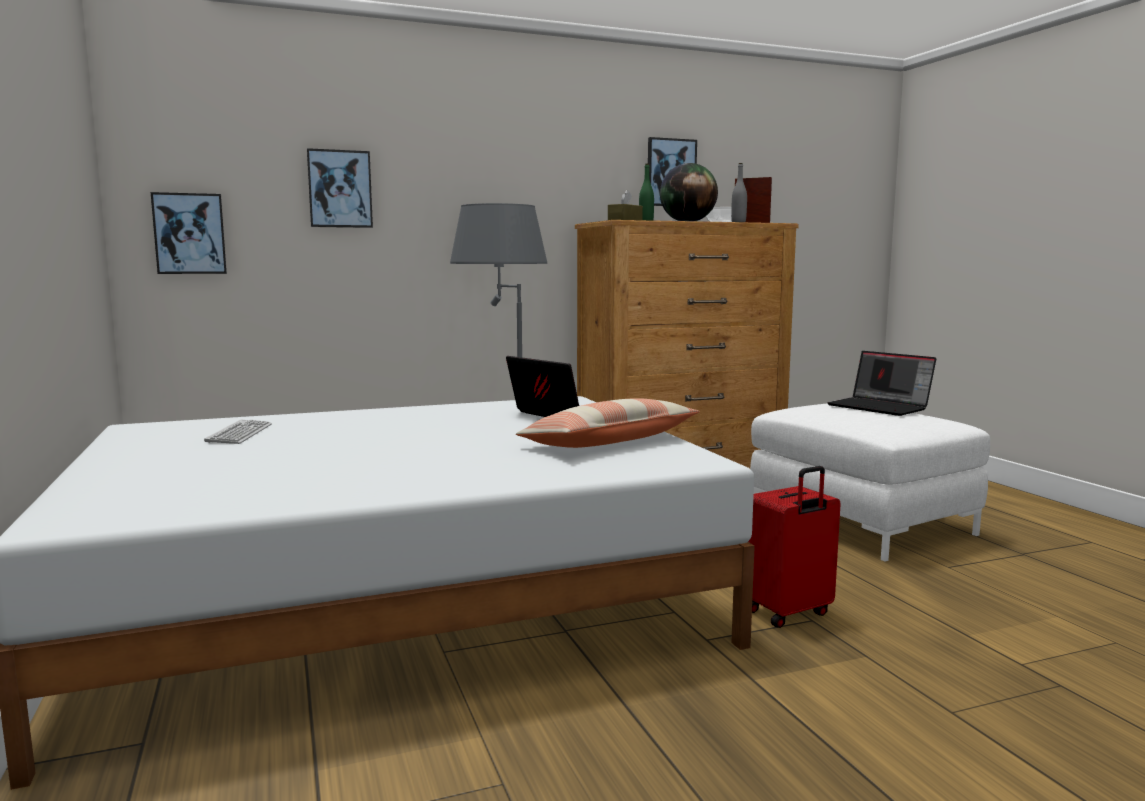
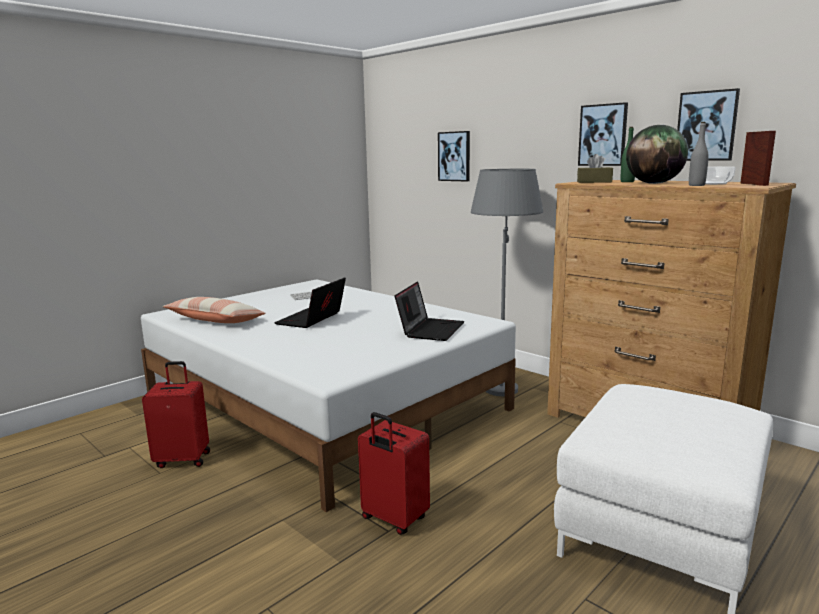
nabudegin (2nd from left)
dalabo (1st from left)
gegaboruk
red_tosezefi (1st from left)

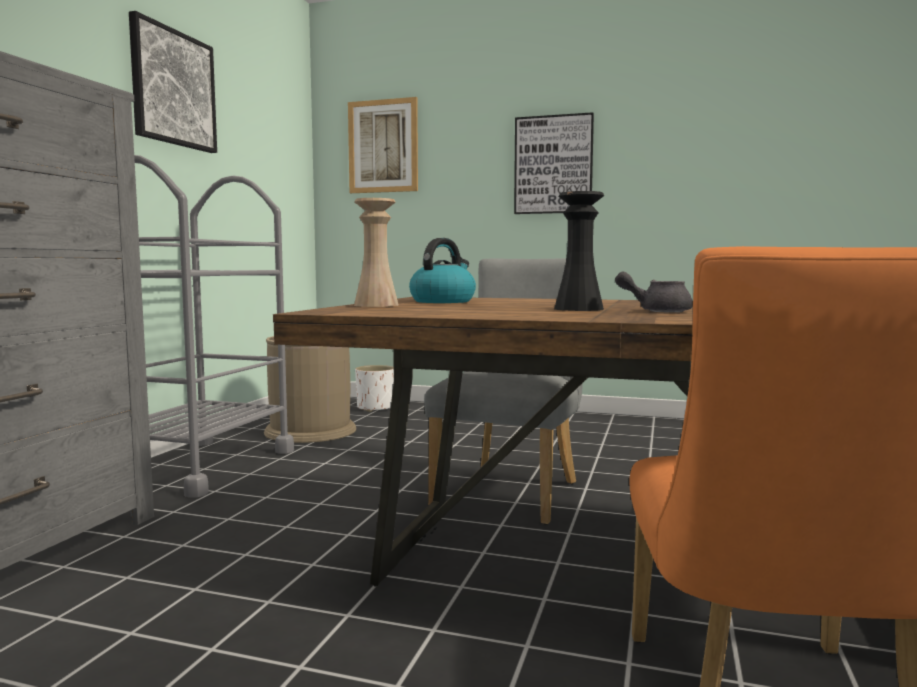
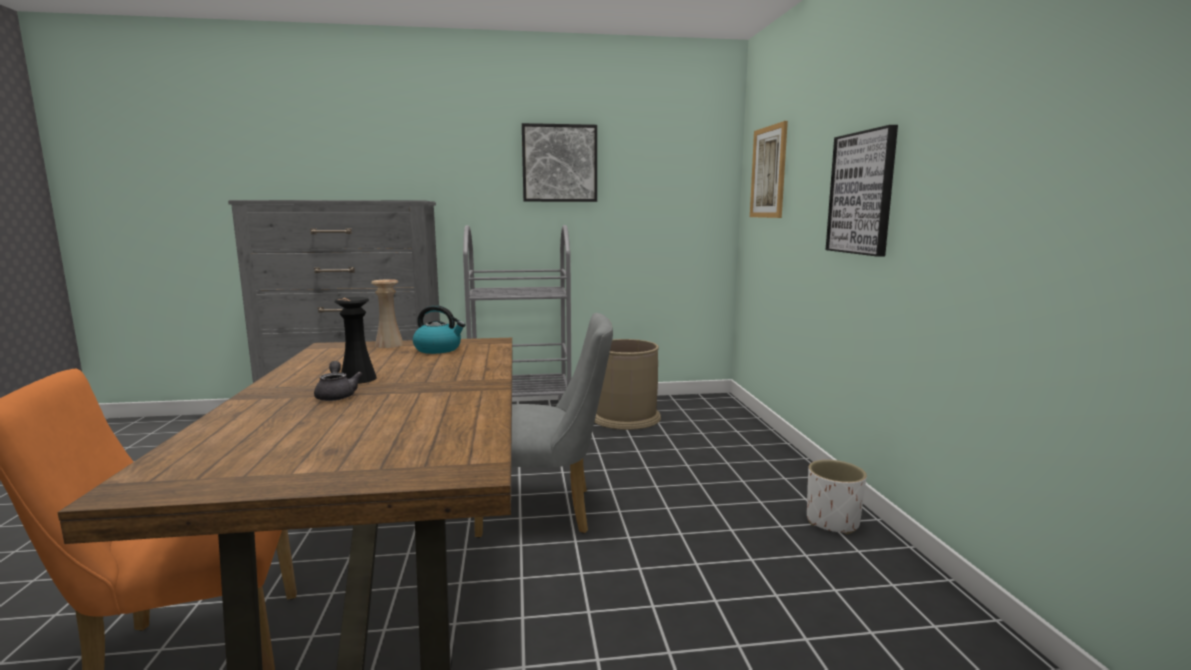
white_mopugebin

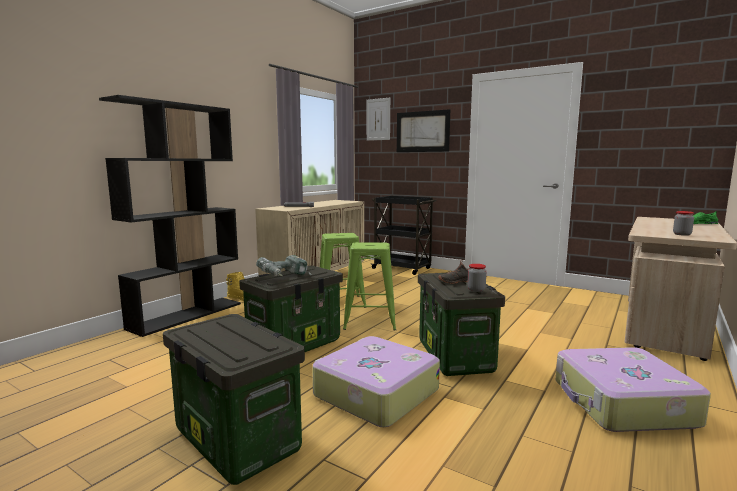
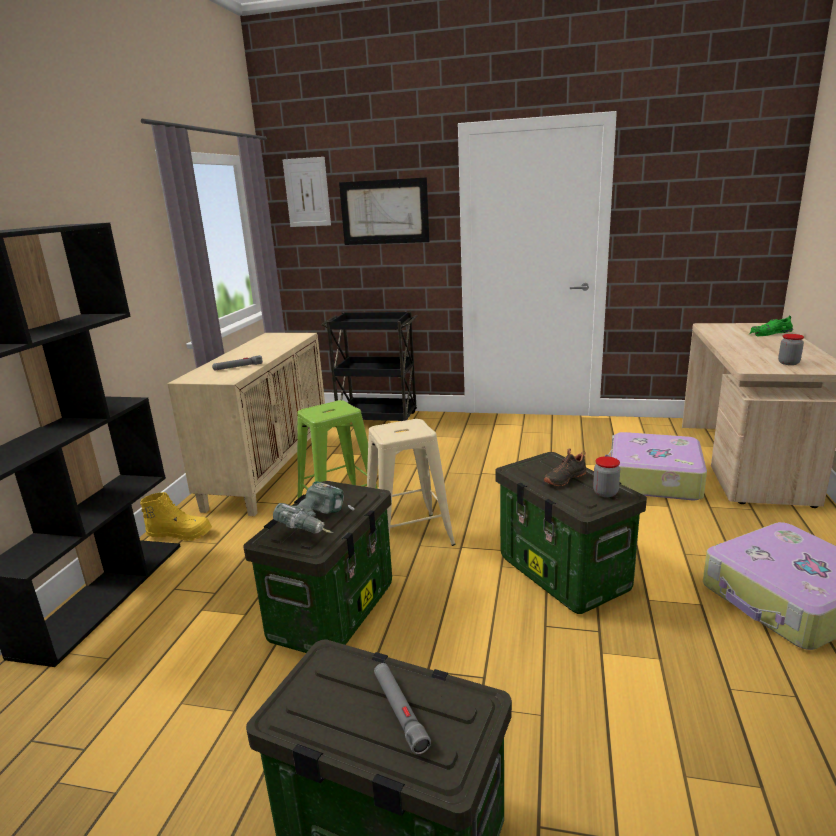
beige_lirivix
tosezefi (1st from left)
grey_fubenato (2nd from left)

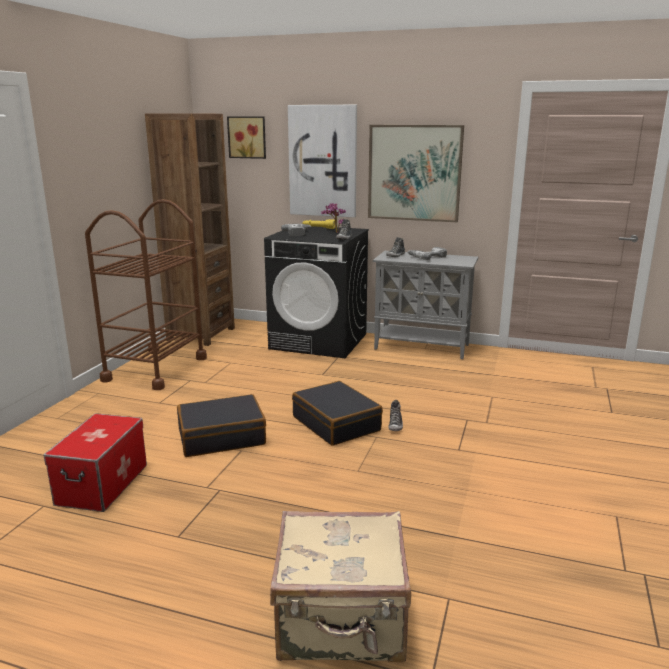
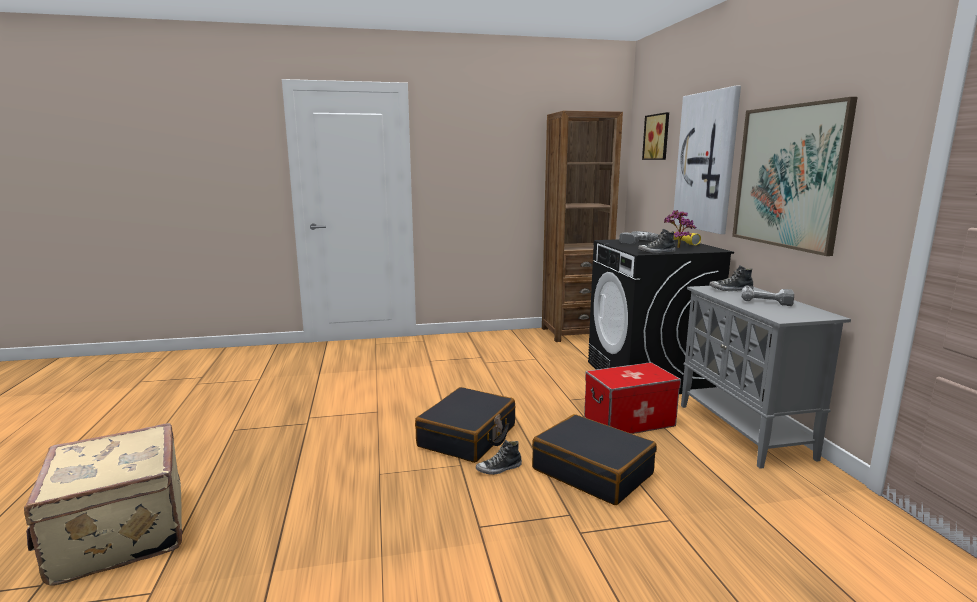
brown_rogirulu
black_tosezefi (2nd from left)
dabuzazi

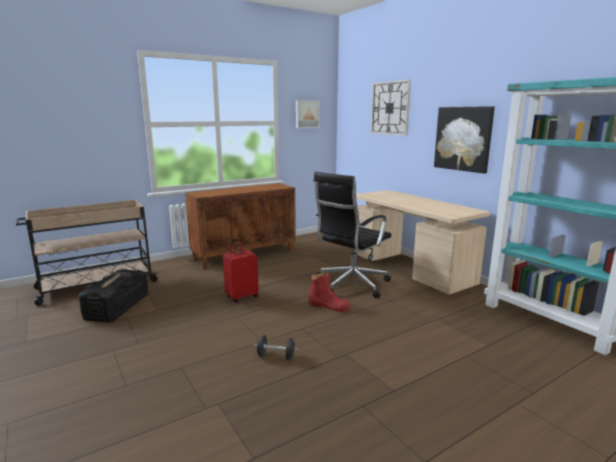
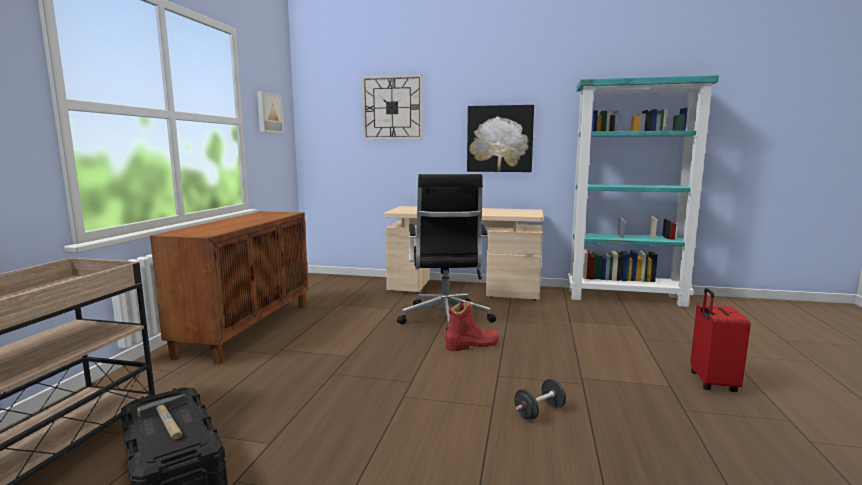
red_tosezefi

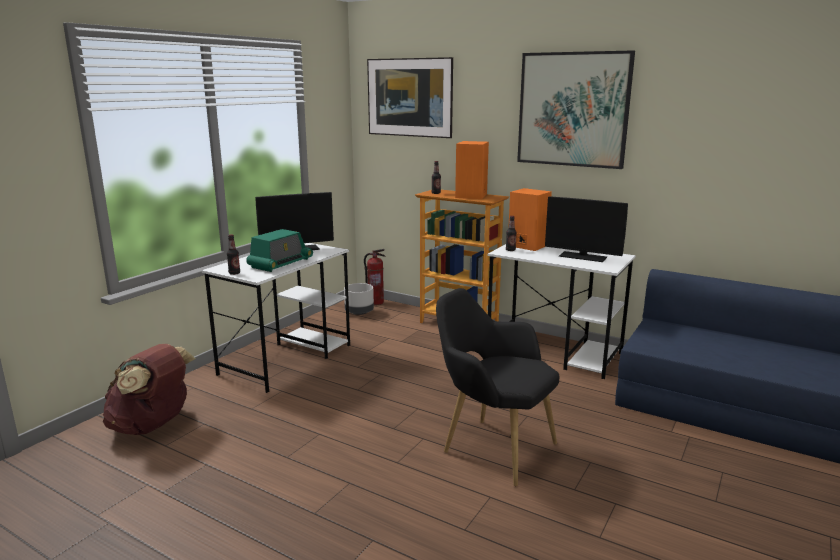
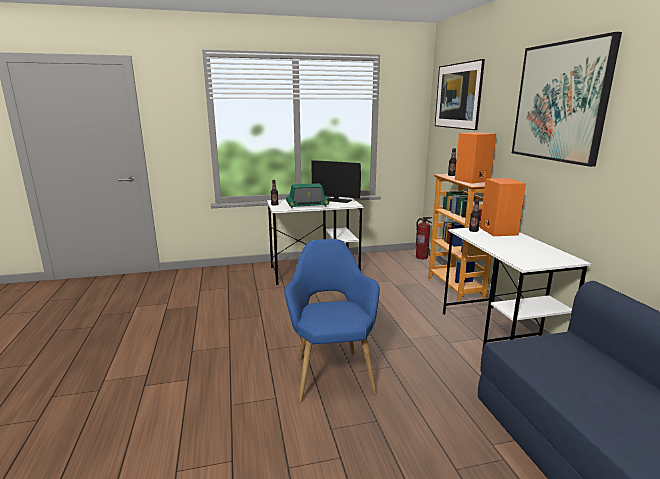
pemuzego (2nd from left in the first image)
grey_mopugebin
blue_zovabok
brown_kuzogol

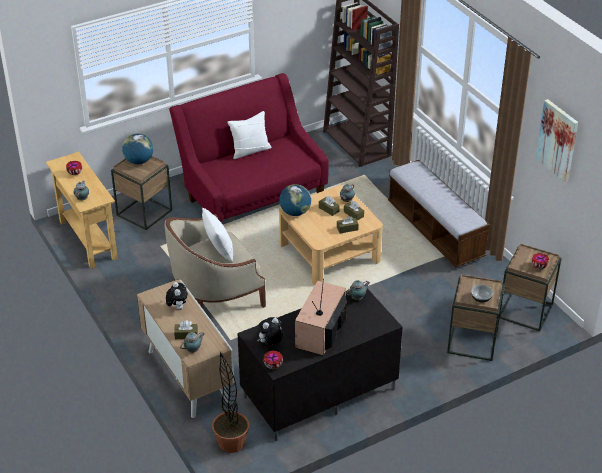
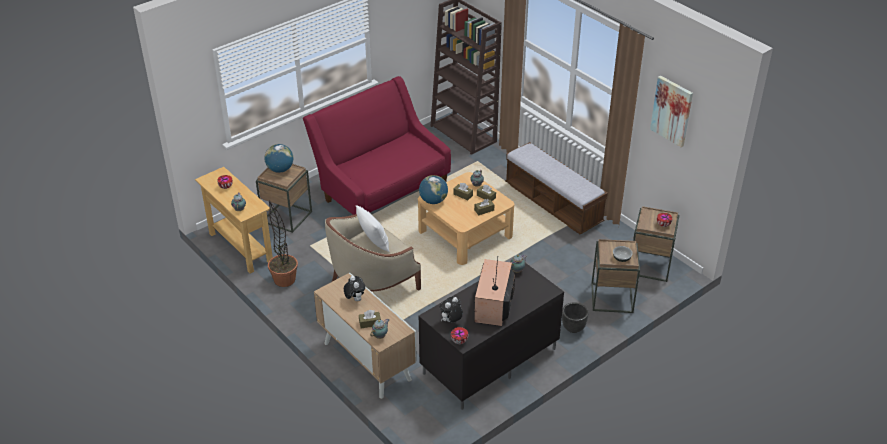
white_gegaboruk (2nd from left in the first image)
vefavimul
black_mopugebin

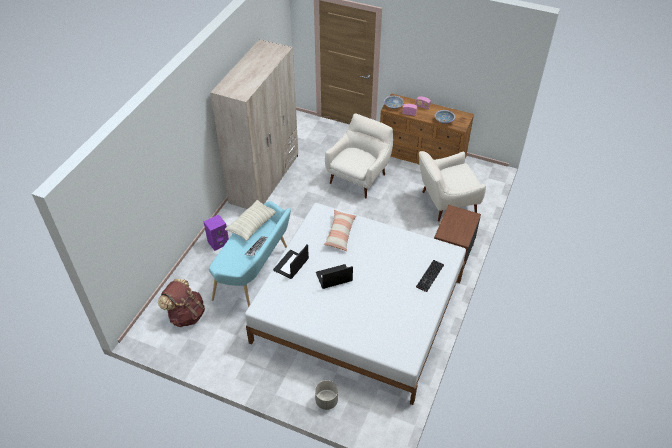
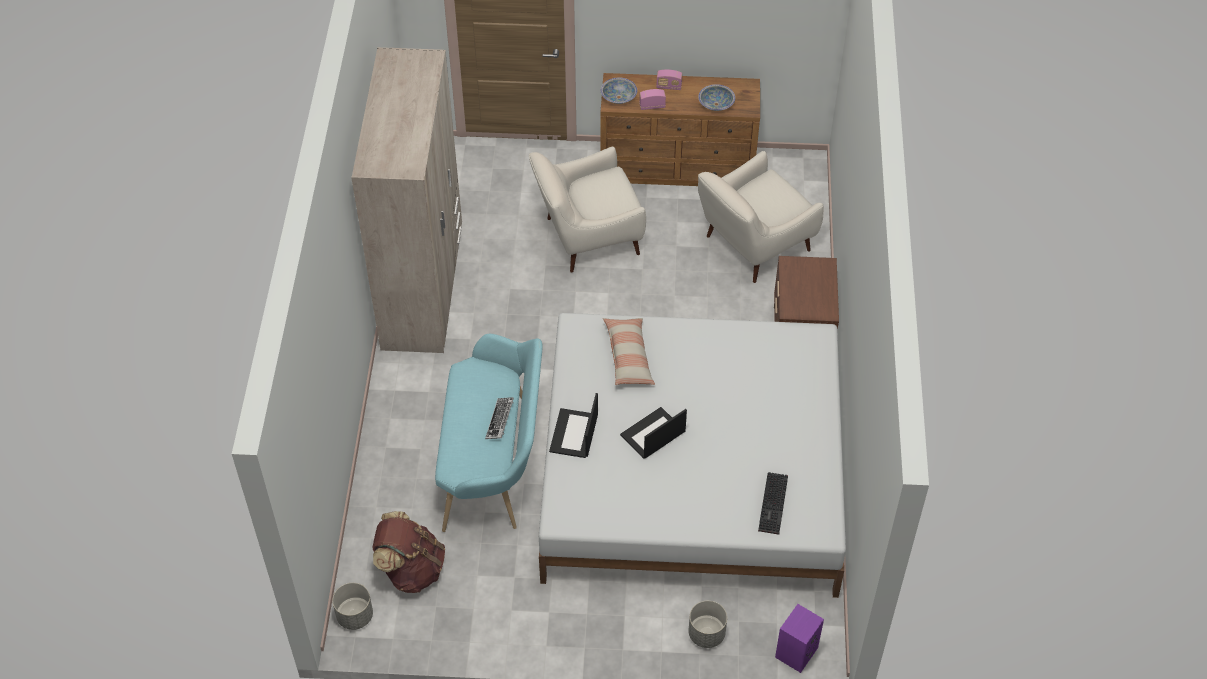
white_zovabok (1st from left)
gegaboruk (1st from left in the first image)
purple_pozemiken
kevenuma (2nd from left)
grey_mopugebin (1st from left)

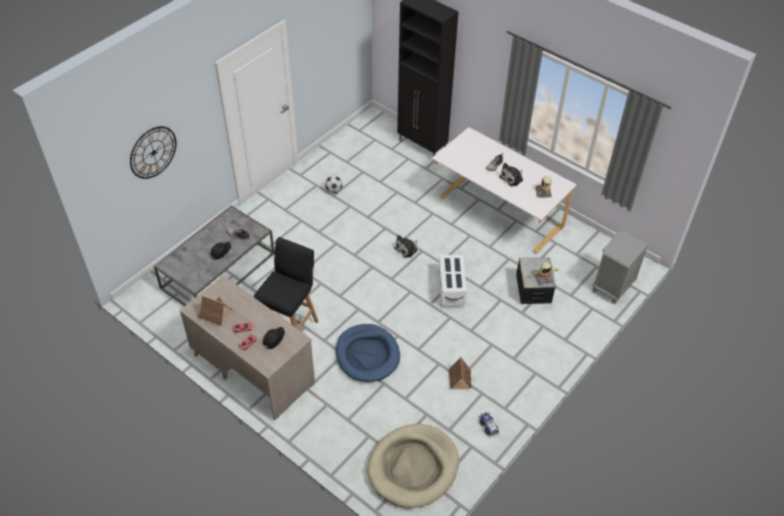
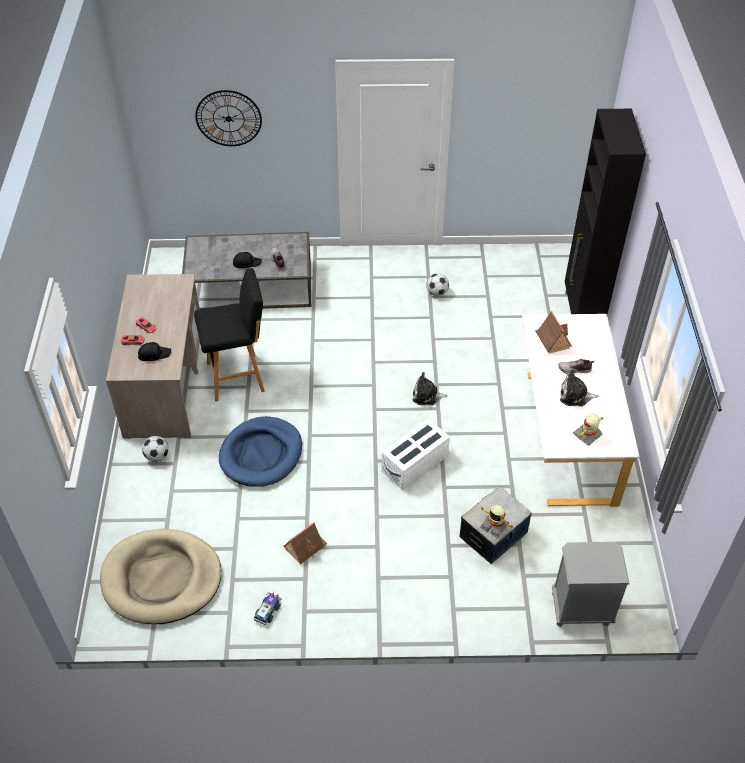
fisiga (2nd from left)
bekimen (1st from left)

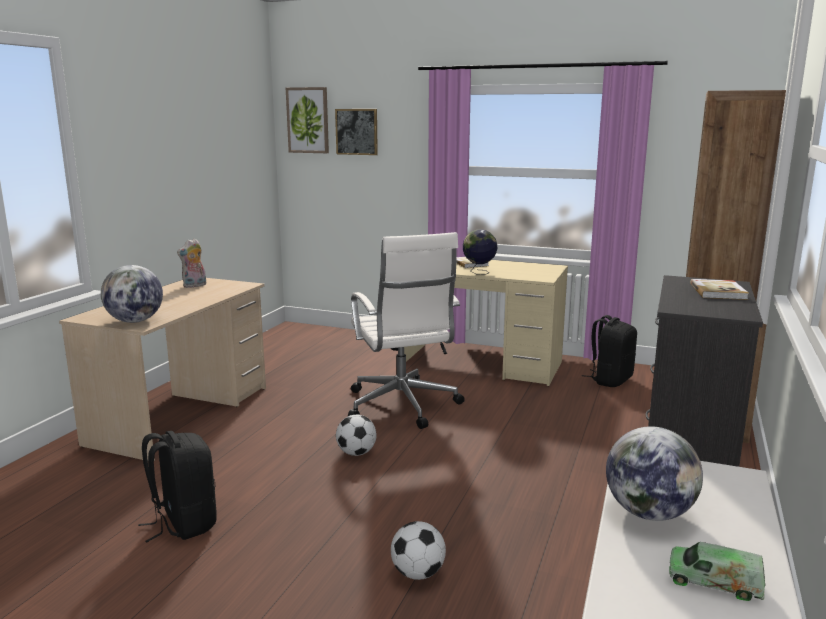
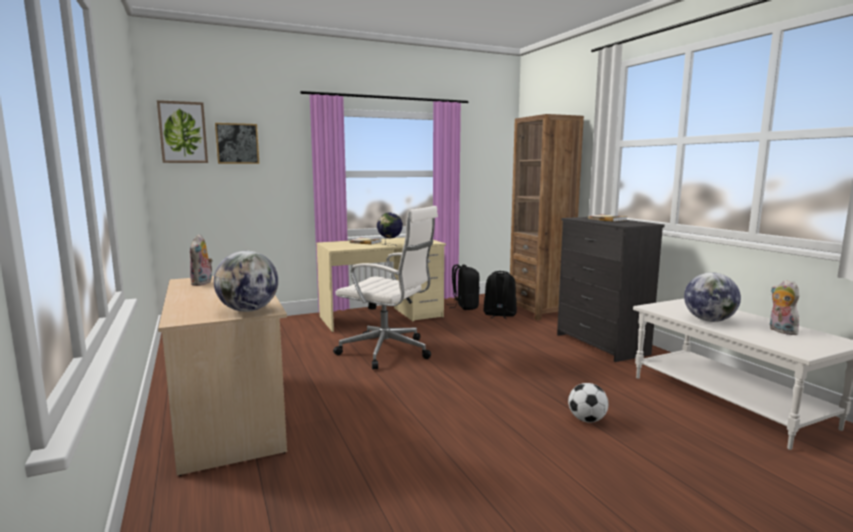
bekimen (1st from left in the first image)
black_kuzogol (2nd from left)
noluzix (2nd from left)

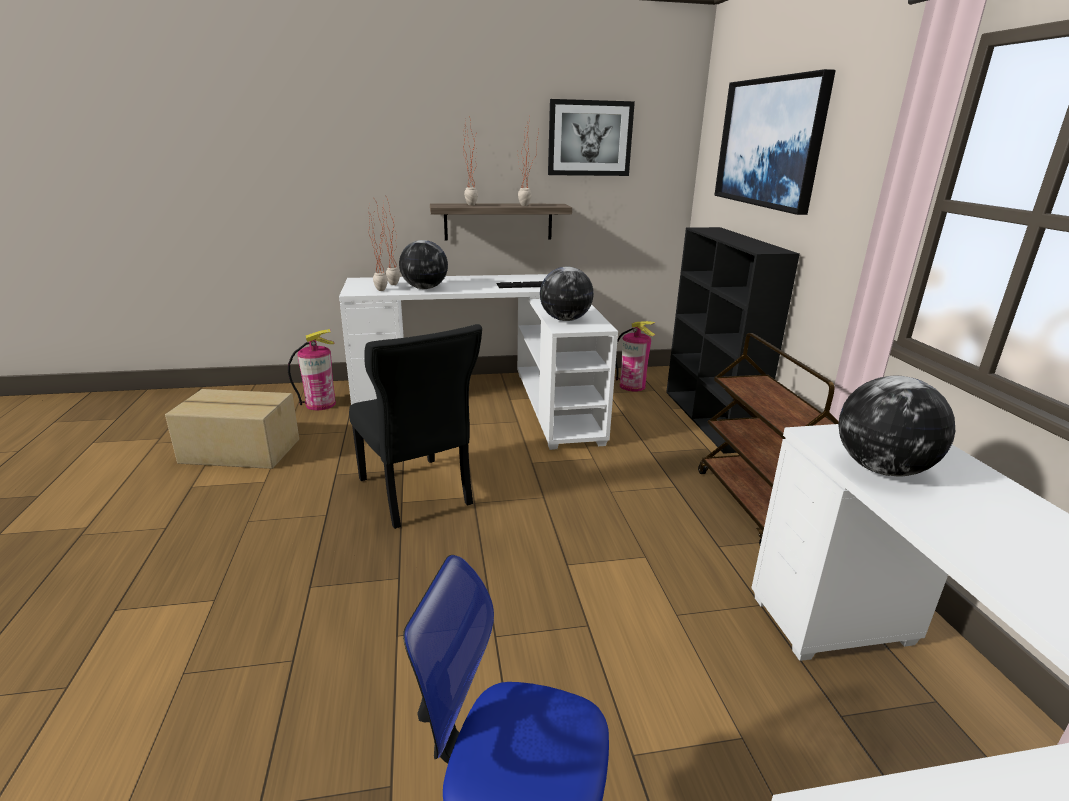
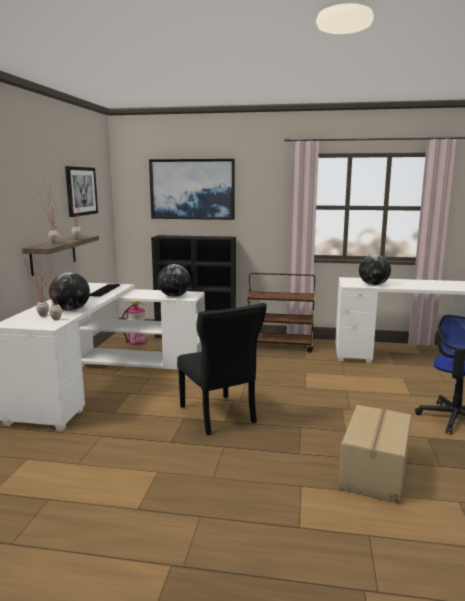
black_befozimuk
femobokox (1st from left in the first image)
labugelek

